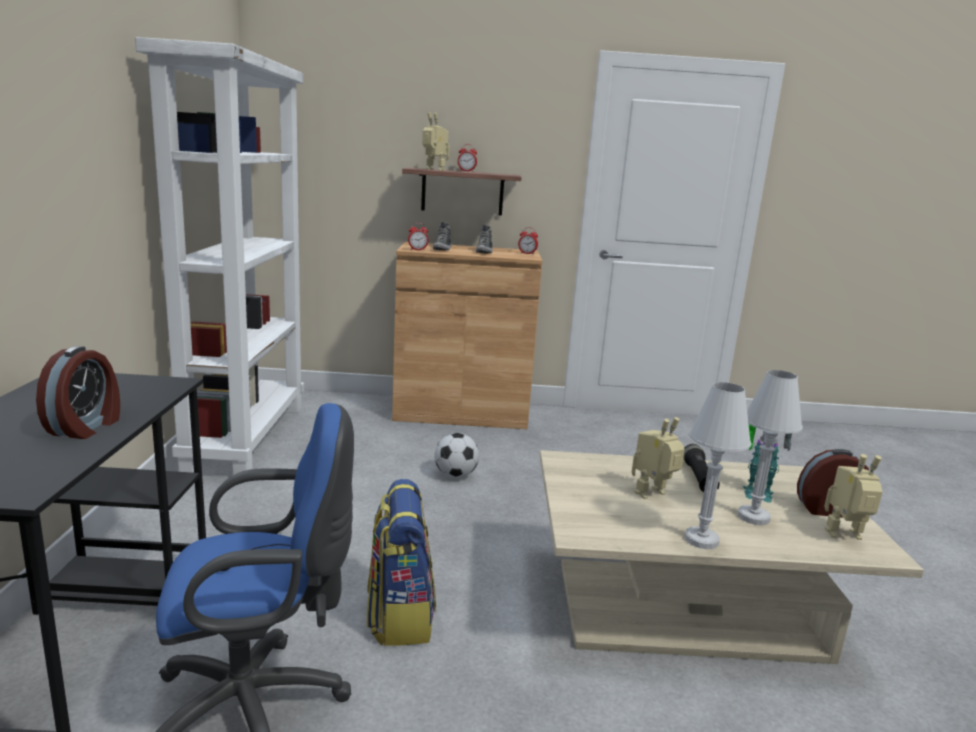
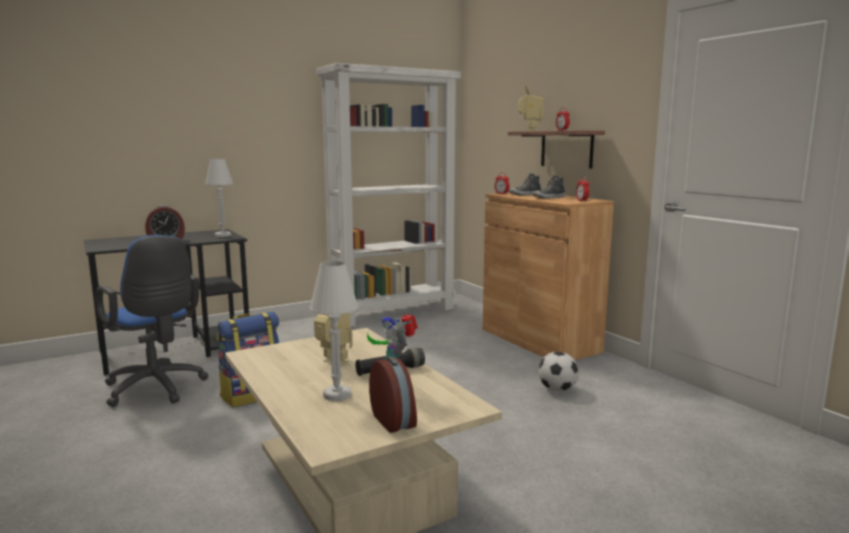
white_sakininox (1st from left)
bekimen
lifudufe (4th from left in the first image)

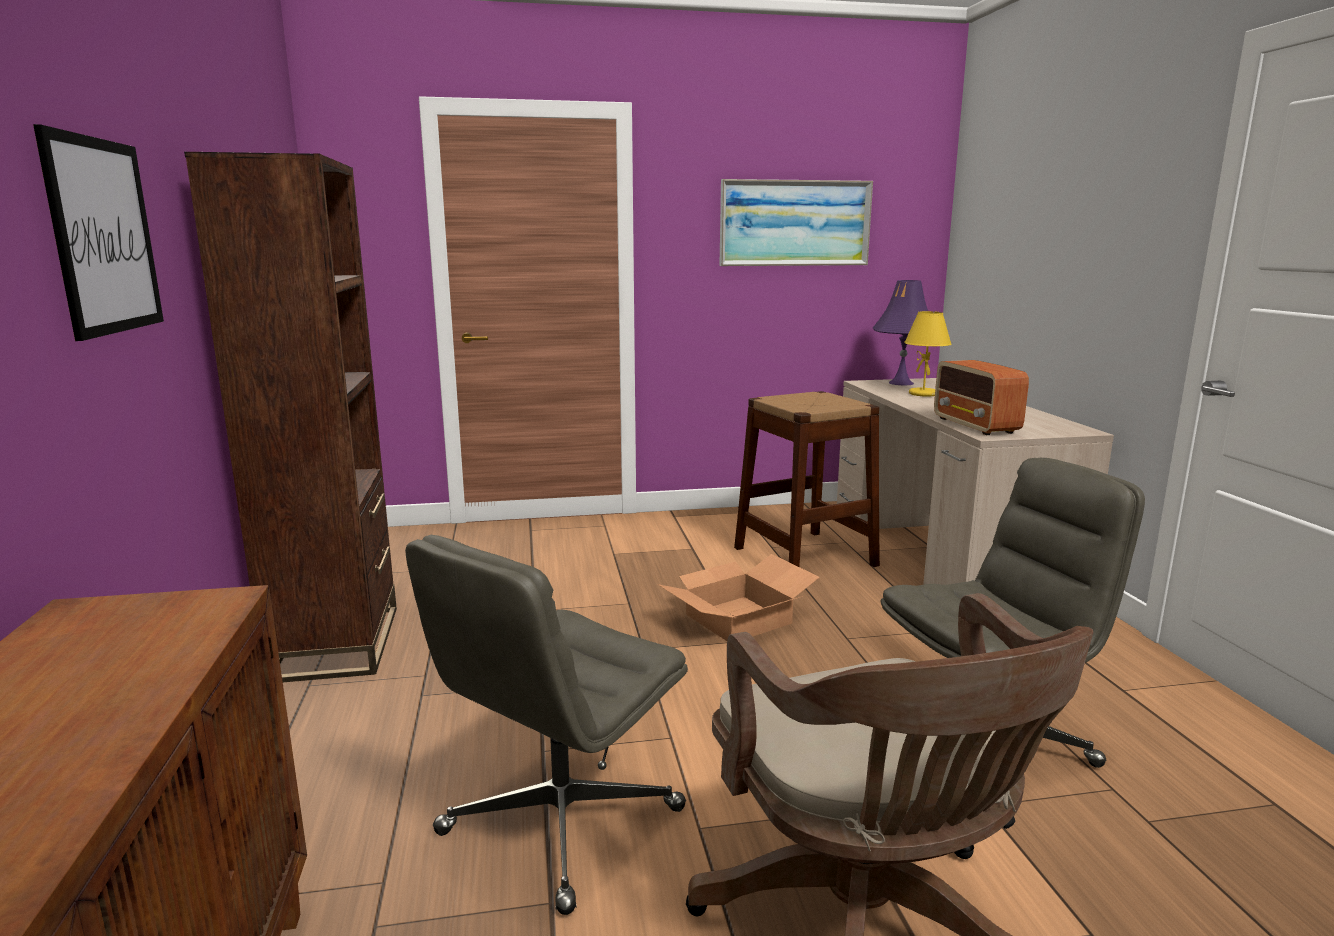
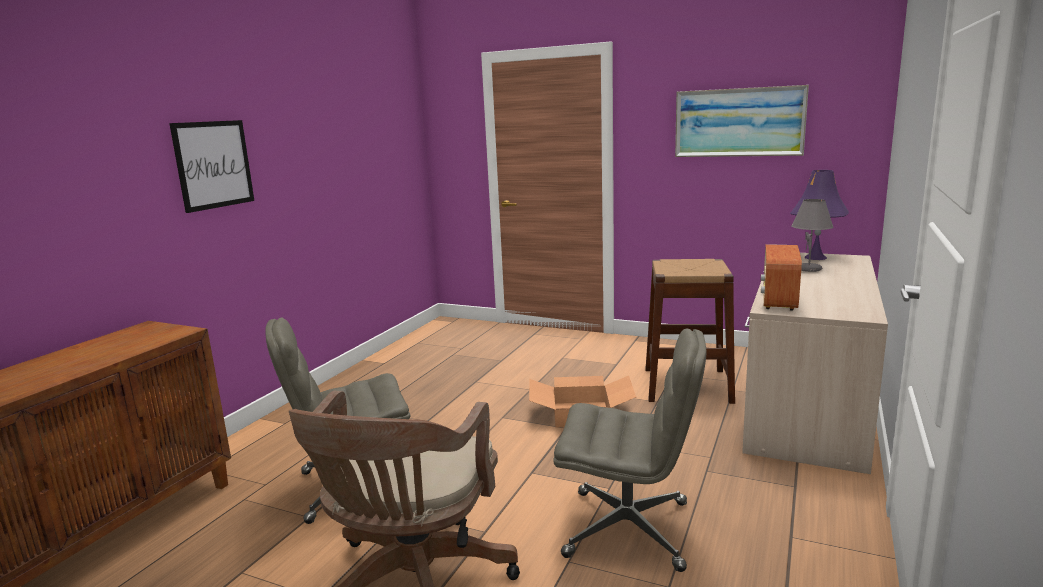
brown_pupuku
grey_sakininox

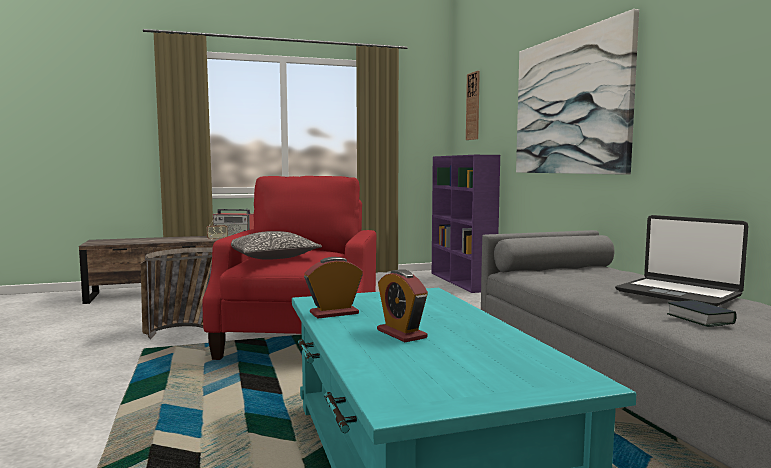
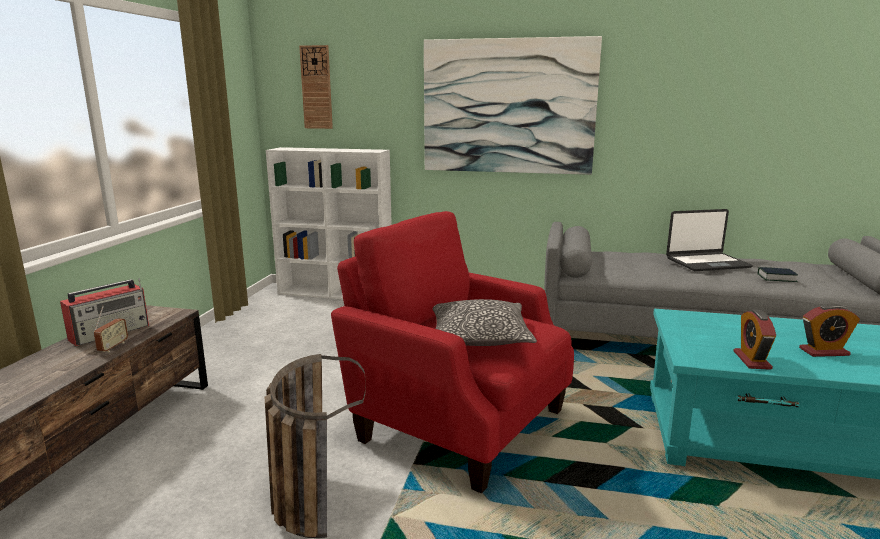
white_pupuku

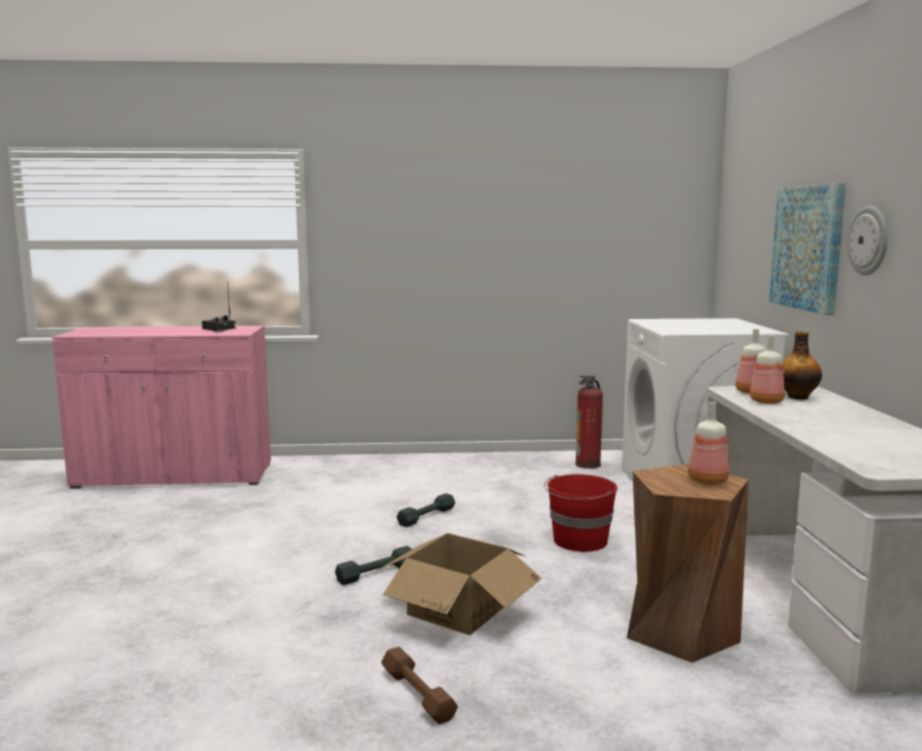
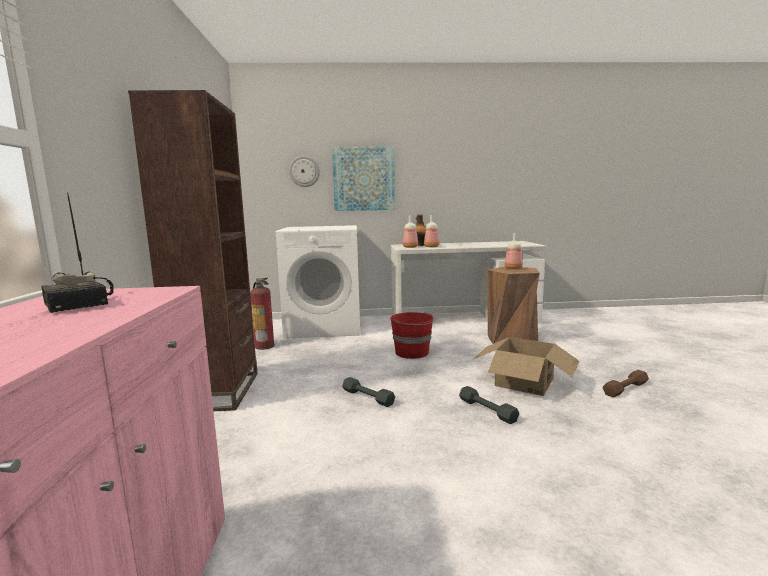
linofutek
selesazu
brown_pupuku

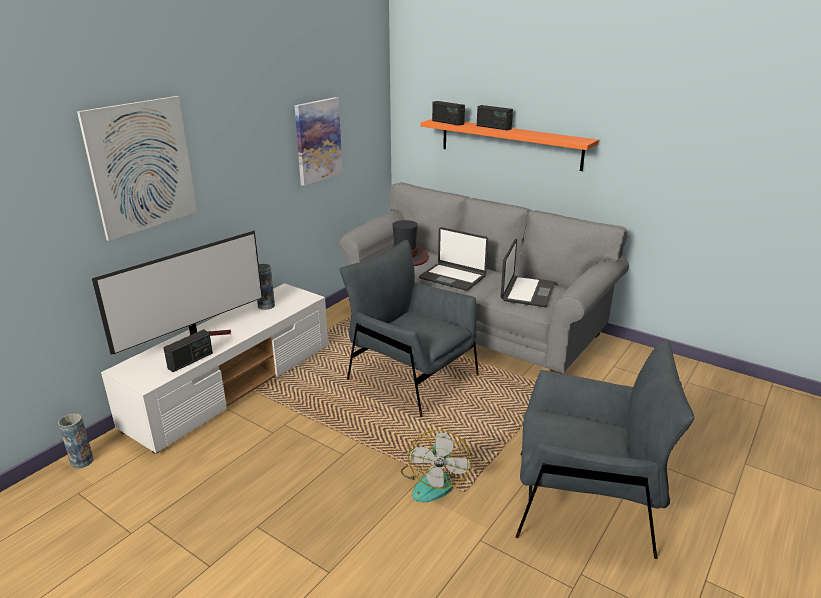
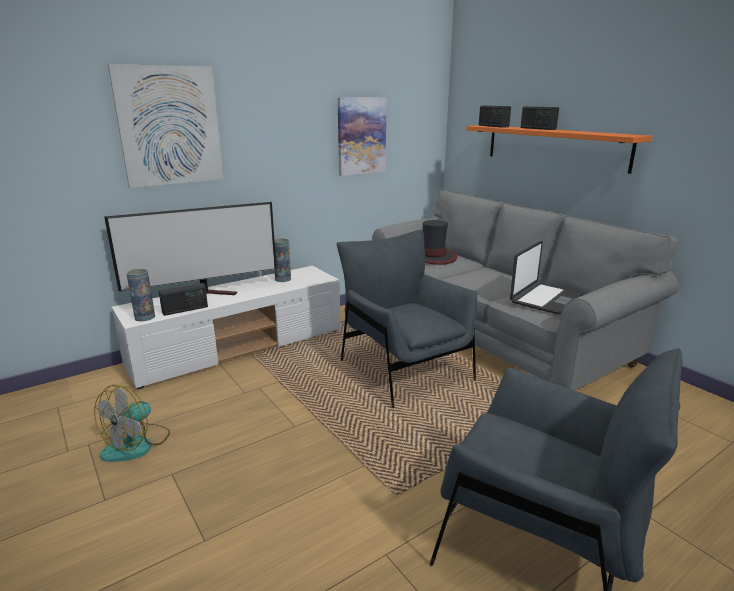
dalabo (1st from left in the first image)
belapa (1st from left)
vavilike

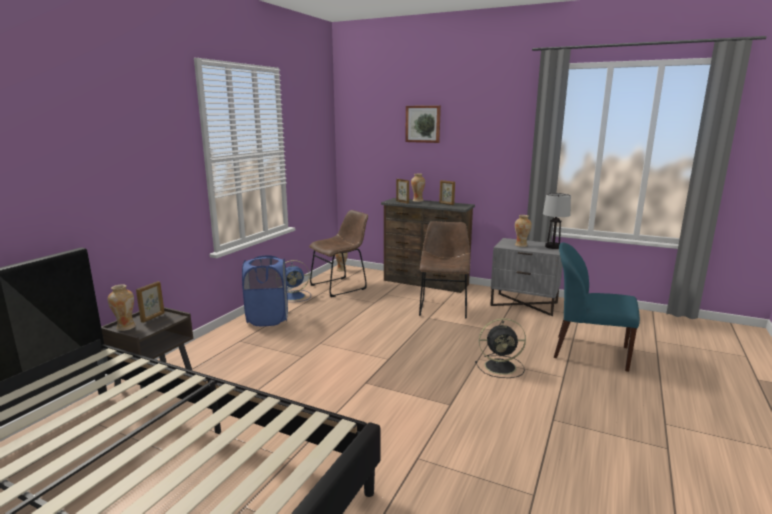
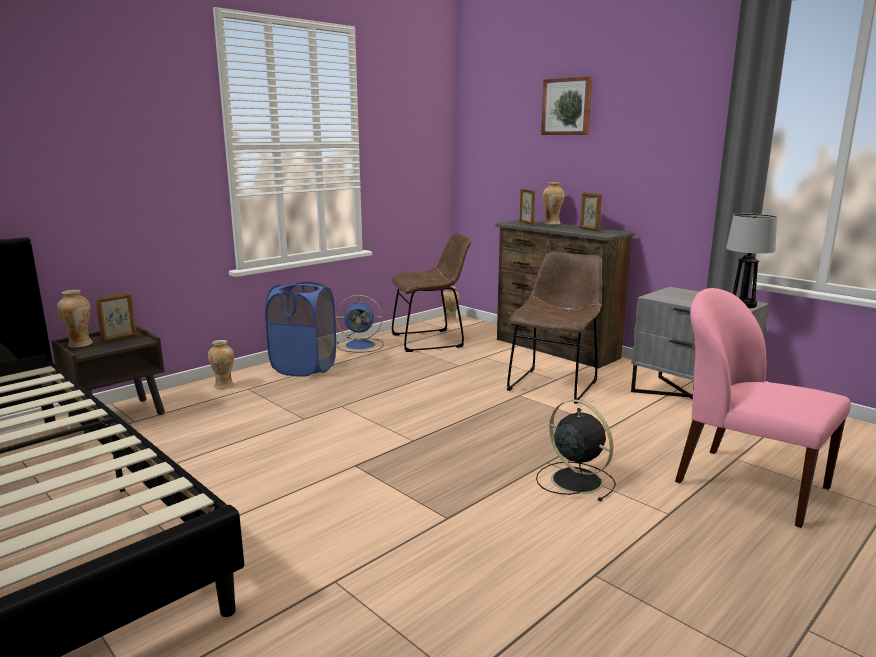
belapa (2nd from left)
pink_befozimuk
black_vavilike

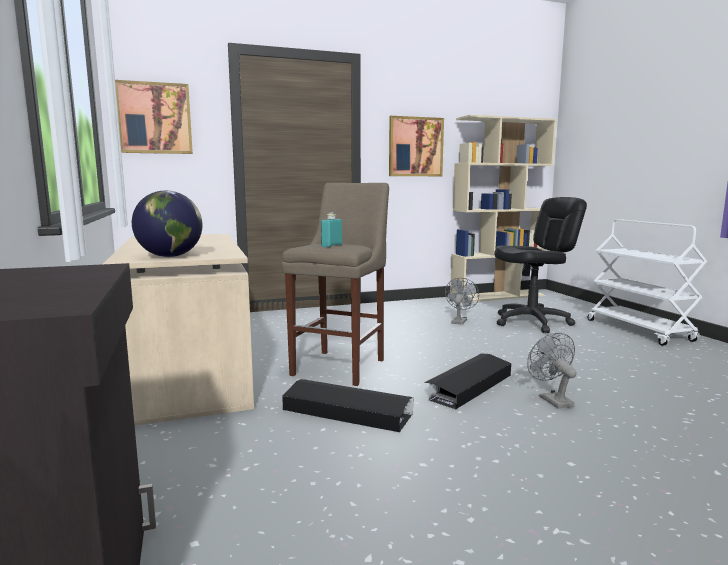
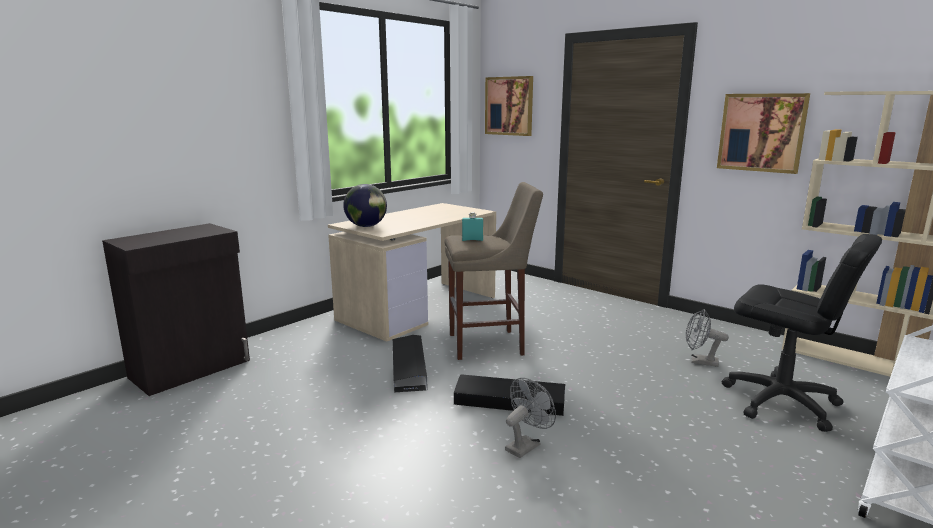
grey_vavilike (2nd from left)

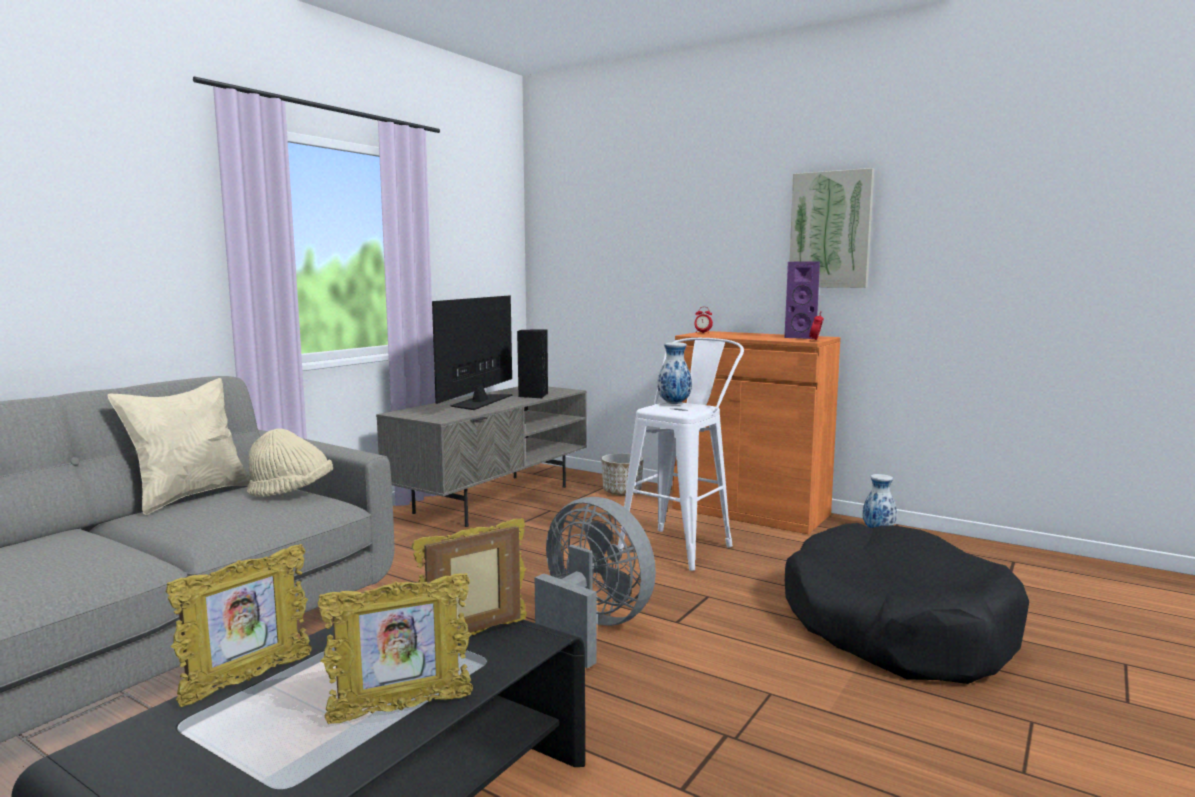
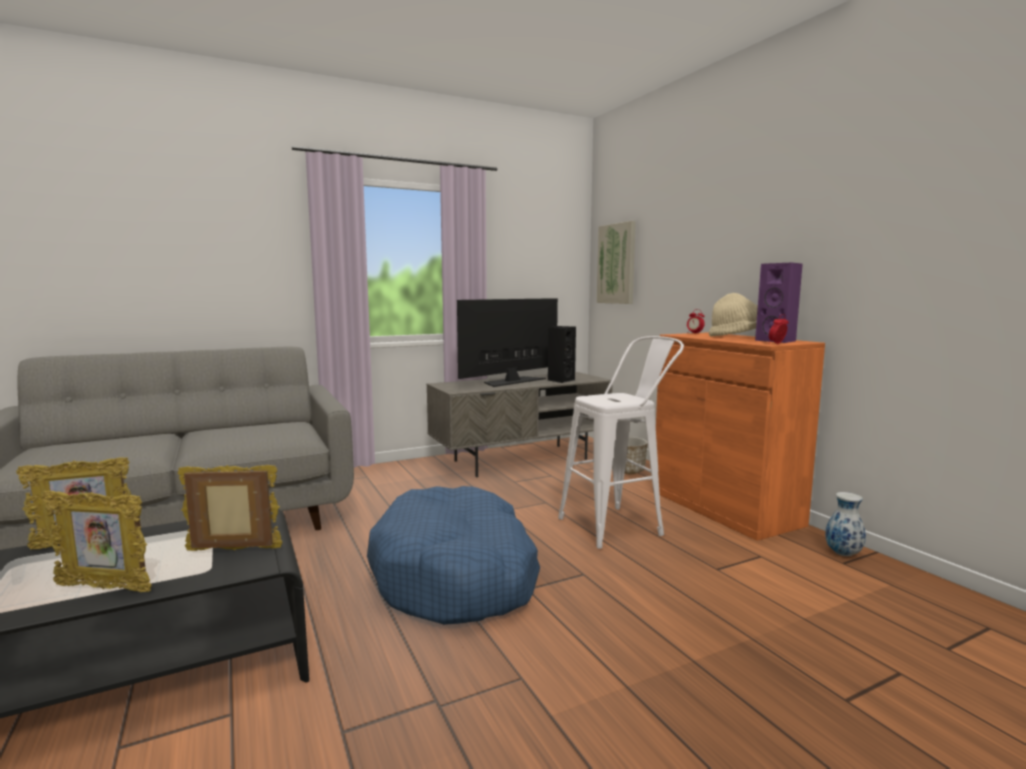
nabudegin
belapa (1st from left in the first image)
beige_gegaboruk
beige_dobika
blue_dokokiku
black_dokokiku

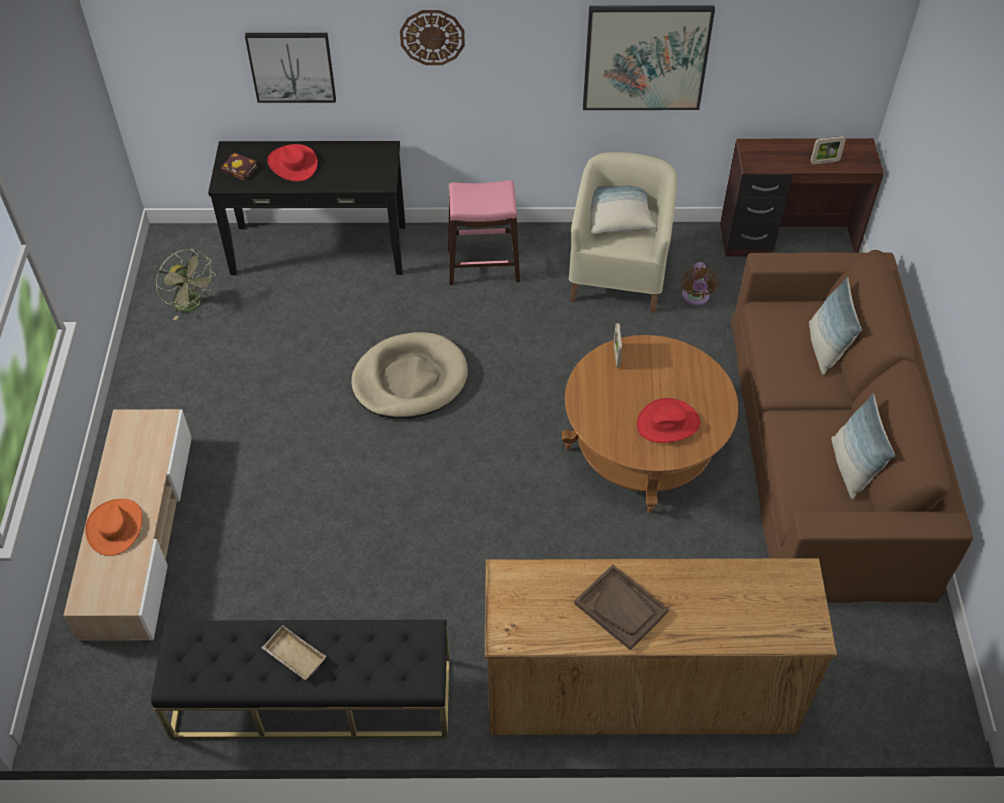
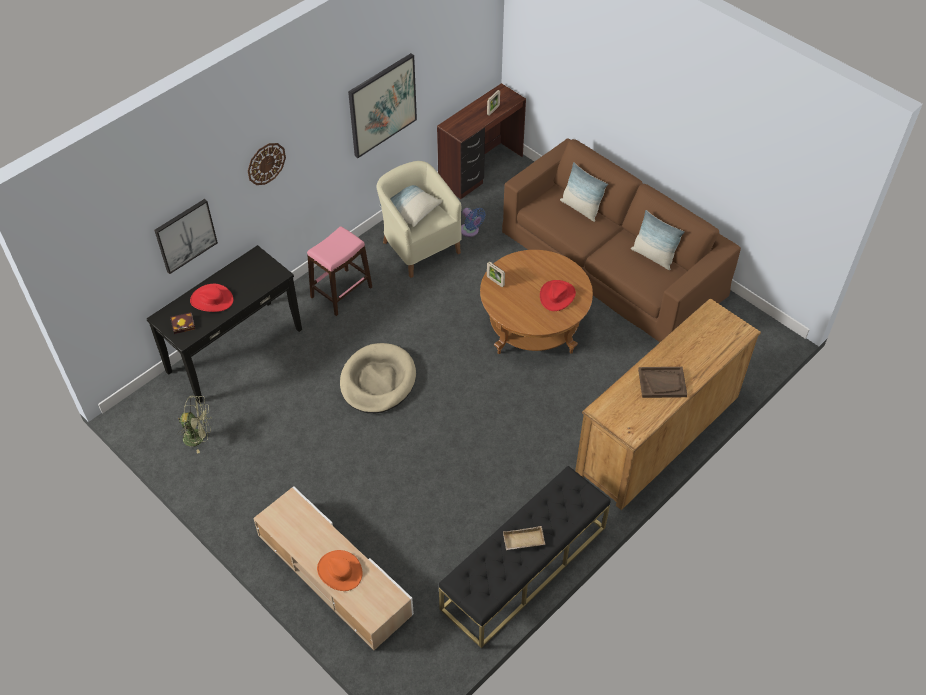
blue_vavilike

